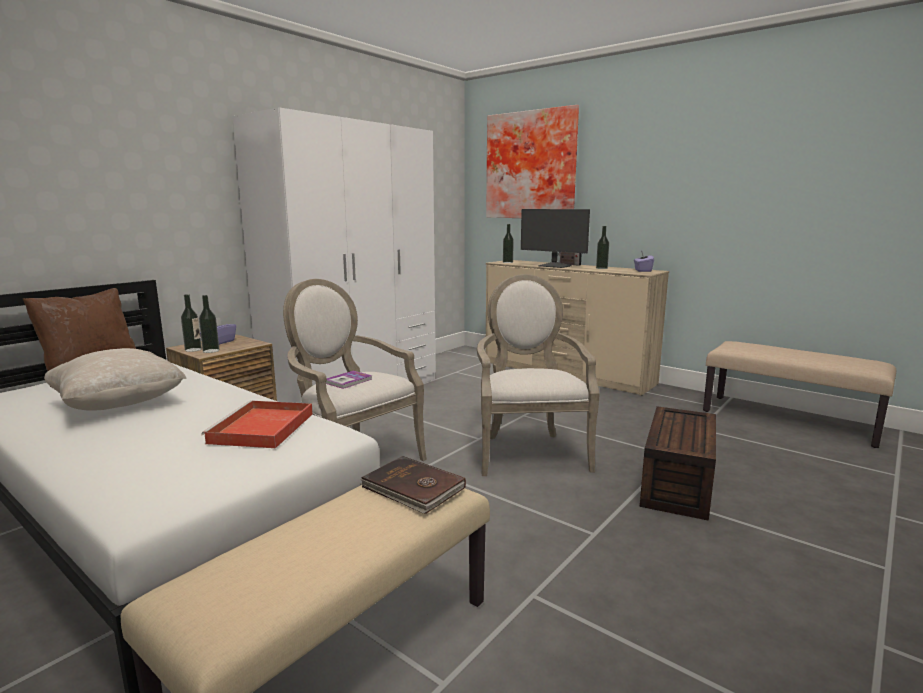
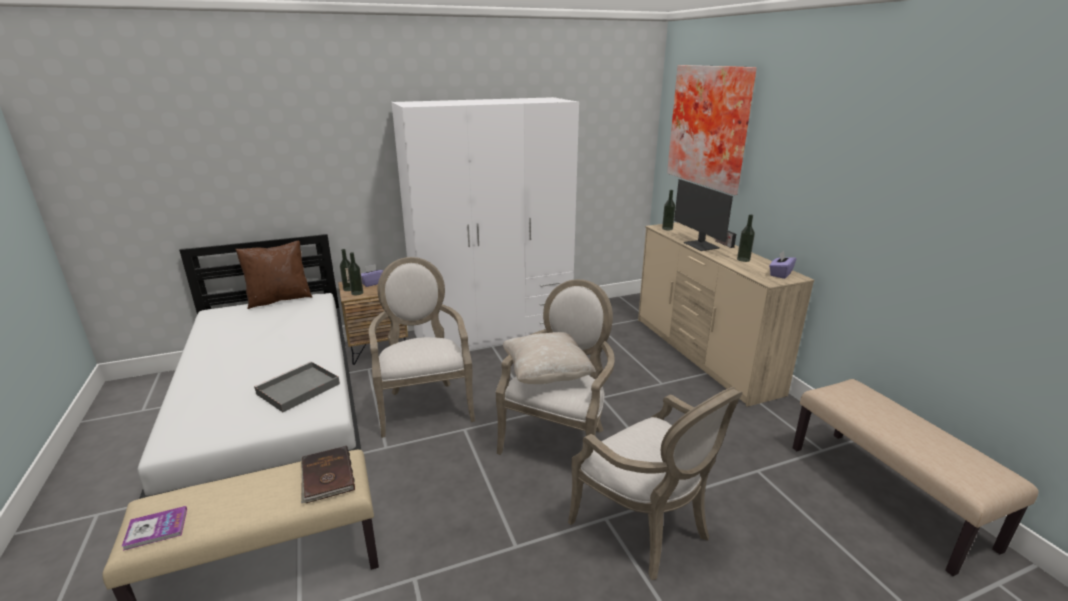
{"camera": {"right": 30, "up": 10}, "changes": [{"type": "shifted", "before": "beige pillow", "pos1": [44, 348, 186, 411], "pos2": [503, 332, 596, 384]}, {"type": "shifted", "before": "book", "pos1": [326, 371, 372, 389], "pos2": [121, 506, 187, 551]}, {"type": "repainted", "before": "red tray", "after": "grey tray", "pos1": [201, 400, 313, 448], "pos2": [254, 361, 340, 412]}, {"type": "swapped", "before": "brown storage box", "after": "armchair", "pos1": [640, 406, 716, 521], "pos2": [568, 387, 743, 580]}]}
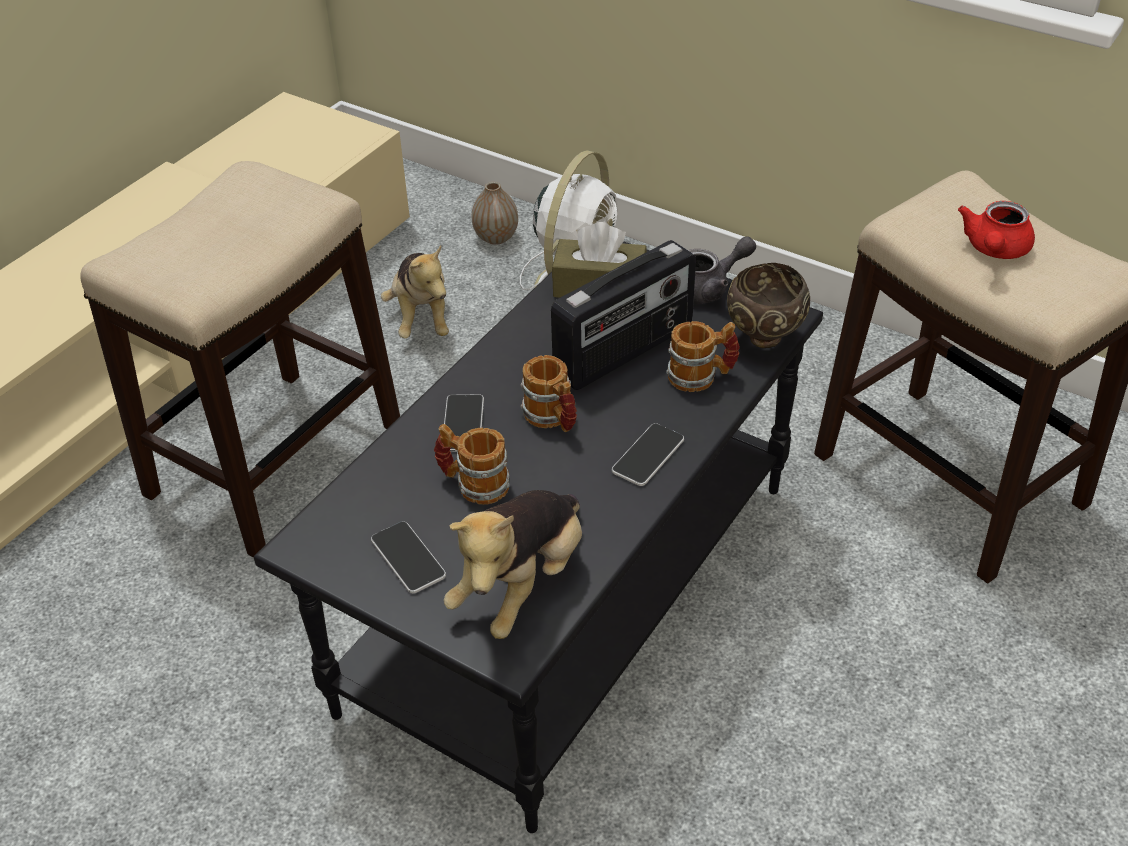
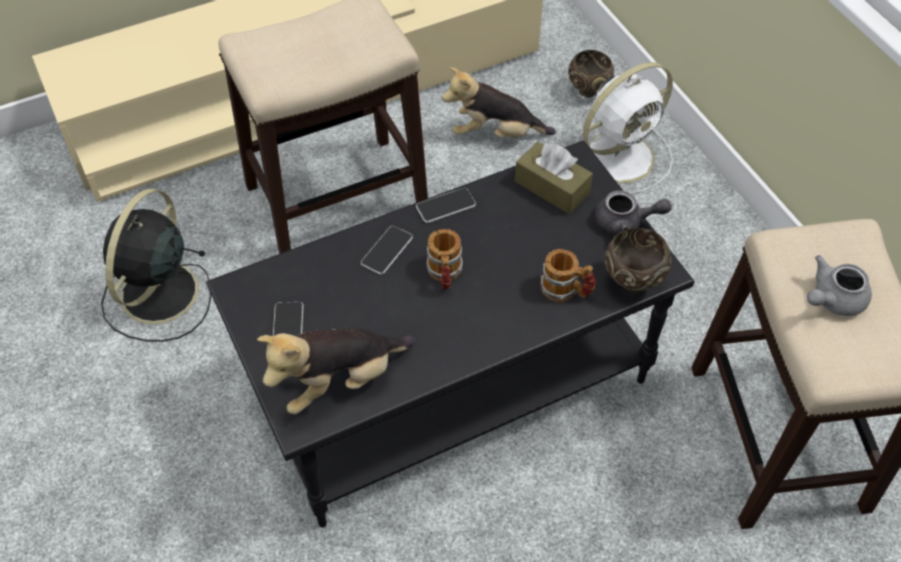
{"camera": {"right": 30, "up": 10}, "changes": [{"type": "swapped", "before": "vase", "after": "brown bowl", "pos1": [472, 182, 518, 245], "pos2": [568, 50, 614, 98]}, {"type": "repainted", "before": "red teapot", "after": "grey teapot", "pos1": [958, 201, 1035, 259], "pos2": [807, 255, 872, 316]}, {"type": "gone", "before": "radio", "pos1": [551, 240, 696, 390]}, {"type": "rotated", "before": "plush toy", "pos1": [381, 245, 449, 338], "pos2": [442, 67, 556, 137], "turn": 75}, {"type": "shifted", "before": "phone", "pos1": [612, 423, 684, 486], "pos2": [416, 188, 476, 223]}, {"type": "gone", "before": "mug", "pos1": [434, 424, 510, 505]}, {"type": "new", "after": "black fan", "pos2": [101, 189, 211, 342]}]}
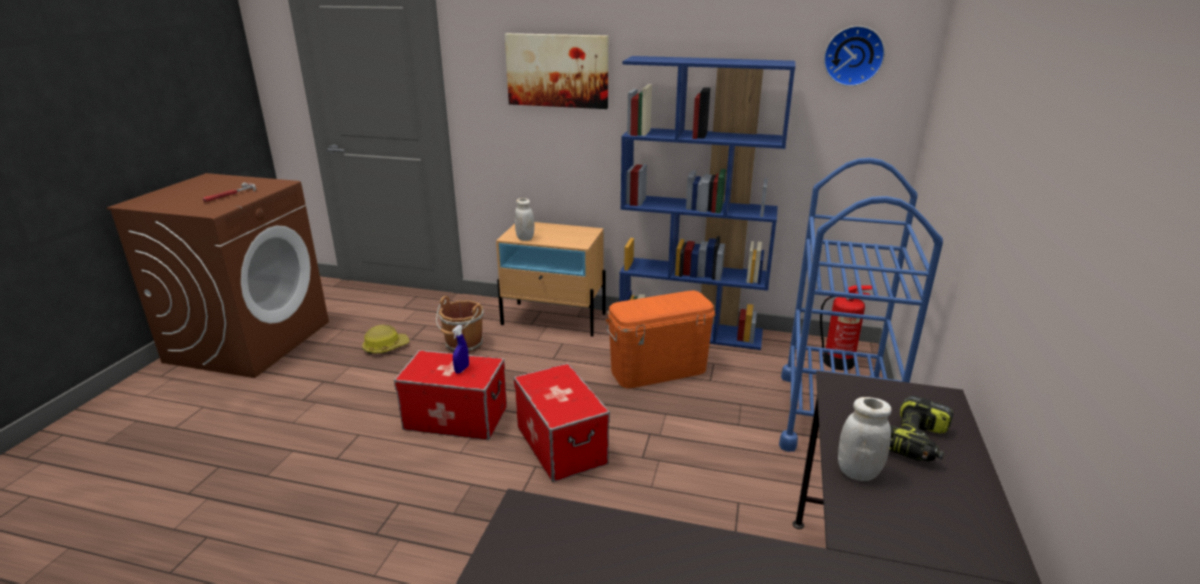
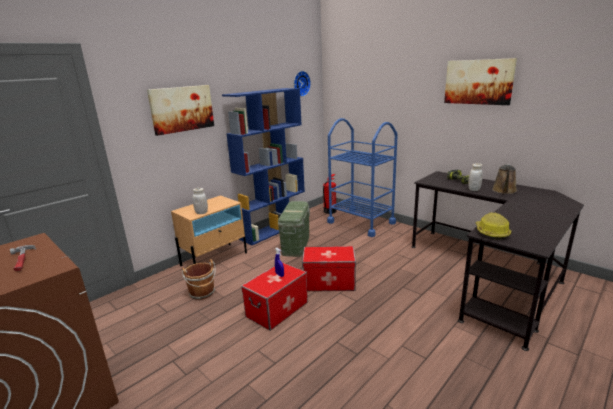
{"camera": {"right": -60, "up": -5}, "changes": [{"type": "repainted", "before": "orange storage box", "after": "green storage box", "pos1": [606, 291, 716, 388], "pos2": [278, 201, 310, 257]}, {"type": "shifted", "before": "hard hat", "pos1": [362, 325, 409, 354], "pos2": [475, 212, 511, 240]}, {"type": "new", "after": "picture", "pos2": [444, 58, 517, 105]}, {"type": "new", "after": "brown watering can", "pos2": [492, 164, 517, 194]}]}
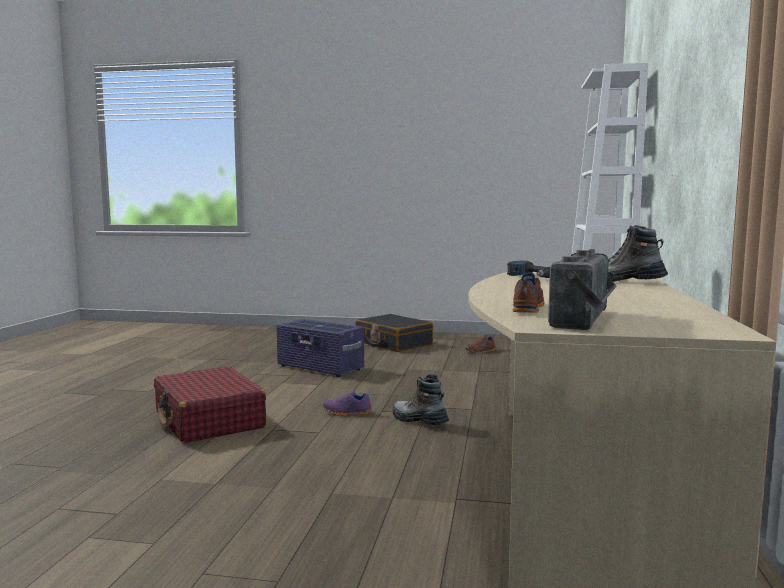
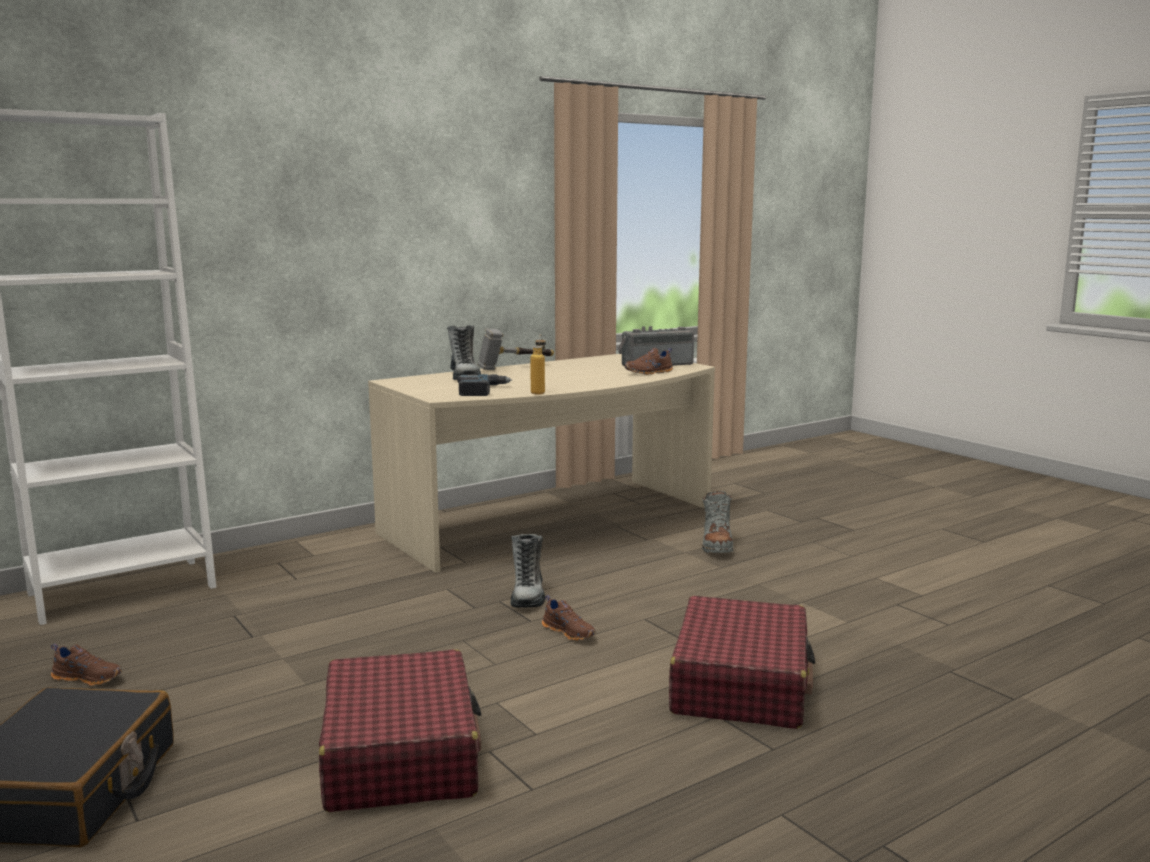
{"camera": {"right": -135, "up": 5}, "changes": [{"type": "swapped", "before": "purple storage box", "after": "red suitcase", "pos1": [276, 319, 364, 377], "pos2": [319, 649, 482, 812]}, {"type": "repainted", "before": "purple shoe", "after": "brown shoe", "pos1": [322, 390, 372, 415], "pos2": [542, 595, 596, 641]}, {"type": "new", "after": "hammer", "pos2": [478, 328, 554, 370]}, {"type": "new", "after": "bottle", "pos2": [530, 334, 546, 394]}, {"type": "new", "after": "grey boot", "pos2": [702, 491, 733, 553]}]}
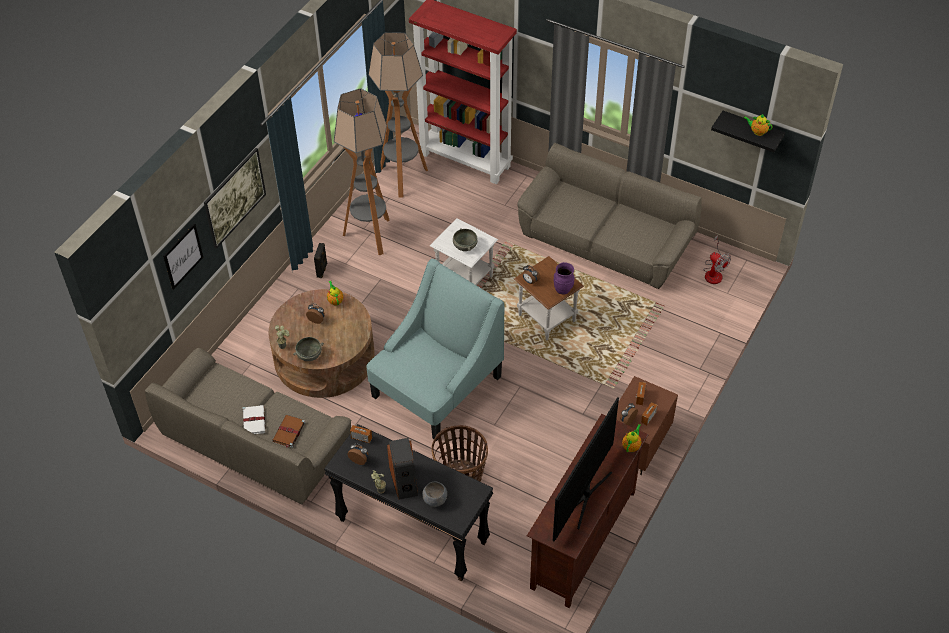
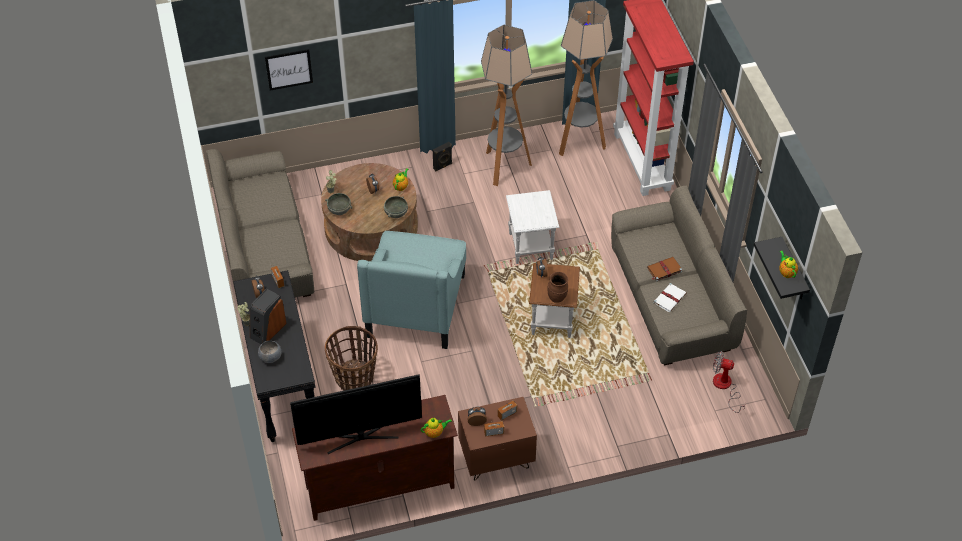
{"camera": {"right": 45, "up": 0}, "changes": [{"type": "gone", "before": "picture", "pos1": [204, 148, 266, 249]}, {"type": "shifted", "before": "grey bowl", "pos1": [453, 228, 478, 251], "pos2": [384, 196, 408, 218]}, {"type": "rotated", "before": "fan", "pos1": [704, 235, 731, 284], "pos2": [713, 351, 746, 413], "turn": 105}, {"type": "rotated", "before": "turquoise armchair", "pos1": [366, 258, 504, 441], "pos2": [357, 231, 466, 349], "turn": 105}, {"type": "repainted", "before": "purple vase", "after": "brown vase", "pos1": [554, 262, 575, 294], "pos2": [547, 272, 568, 303]}, {"type": "shifted", "before": "white book", "pos1": [243, 405, 265, 434], "pos2": [653, 283, 686, 312]}, {"type": "shifted", "before": "brown book", "pos1": [272, 415, 305, 448], "pos2": [647, 257, 682, 282]}]}
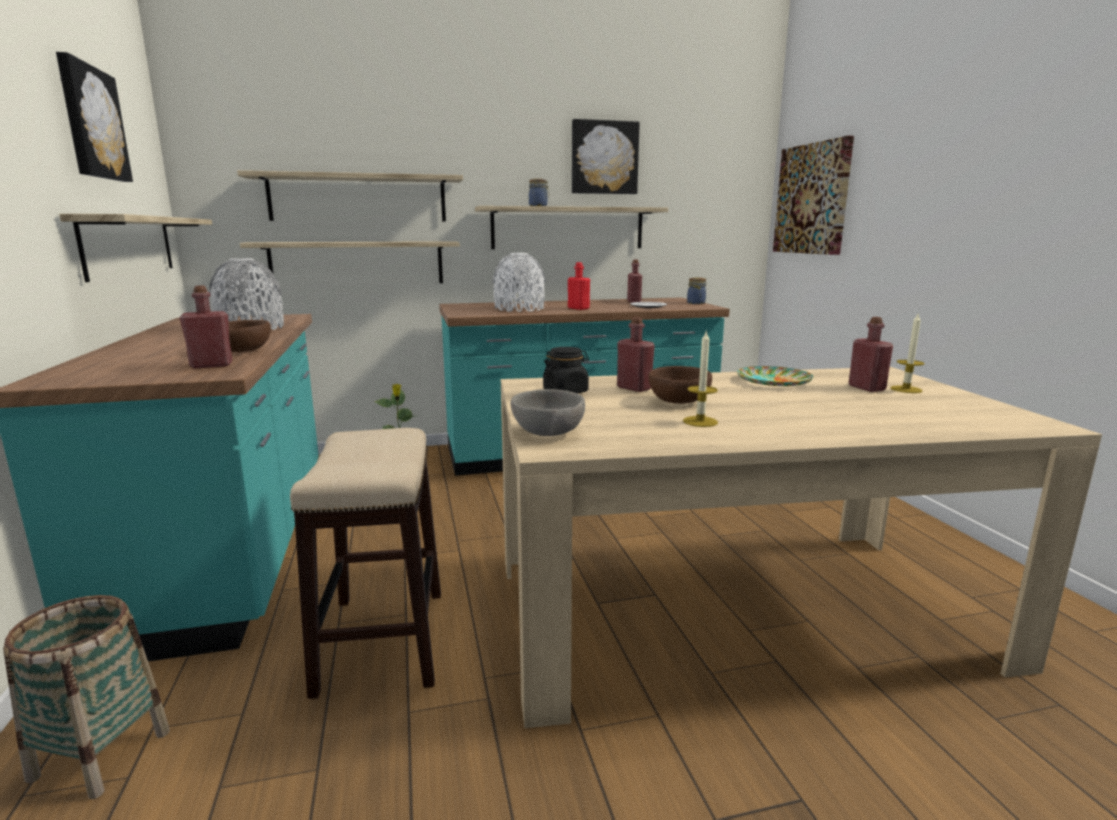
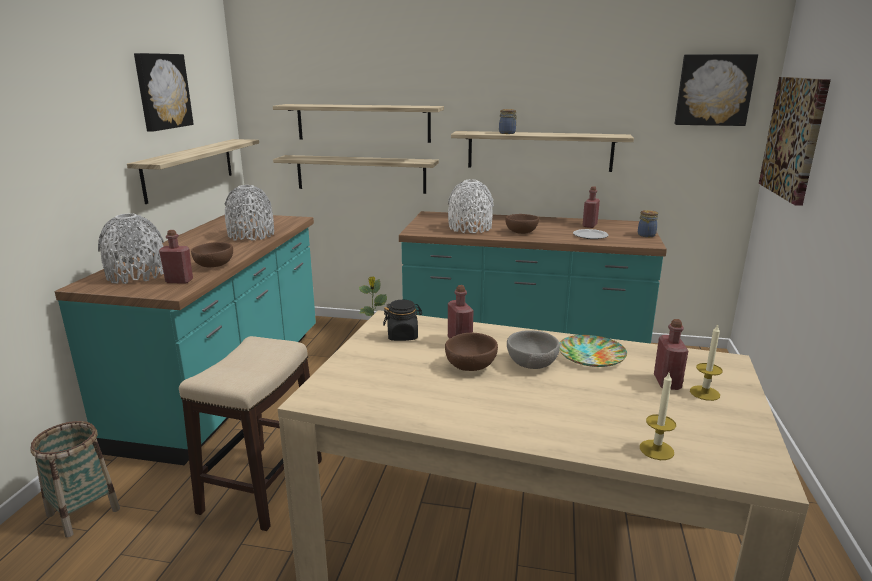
{"camera": {"right": 25, "up": 5}, "changes": [{"type": "shifted", "before": "picture", "pos1": [572, 119, 640, 194], "pos2": [675, 54, 758, 126]}, {"type": "swapped", "before": "red bottle", "after": "brown bowl", "pos1": [568, 262, 590, 310], "pos2": [505, 214, 539, 234]}, {"type": "shifted", "before": "candle", "pos1": [683, 330, 718, 427], "pos2": [640, 373, 676, 460]}, {"type": "shifted", "before": "grey bowl", "pos1": [510, 389, 585, 436], "pos2": [507, 330, 560, 369]}, {"type": "new", "after": "grey vase", "pos2": [98, 213, 164, 284]}]}
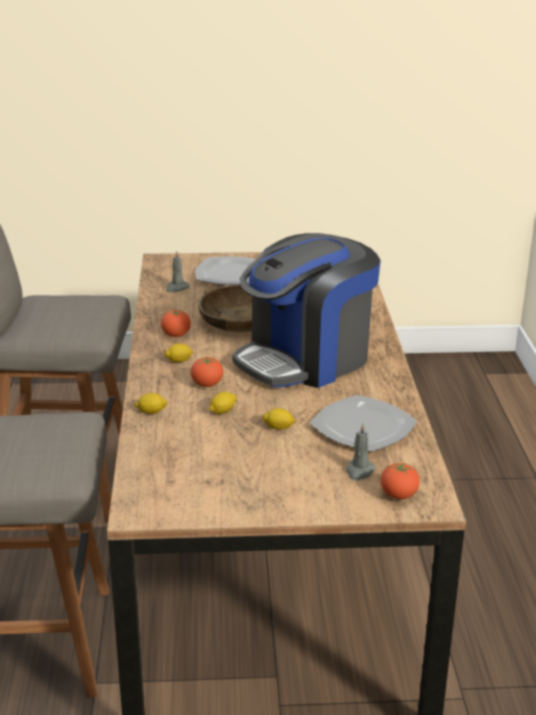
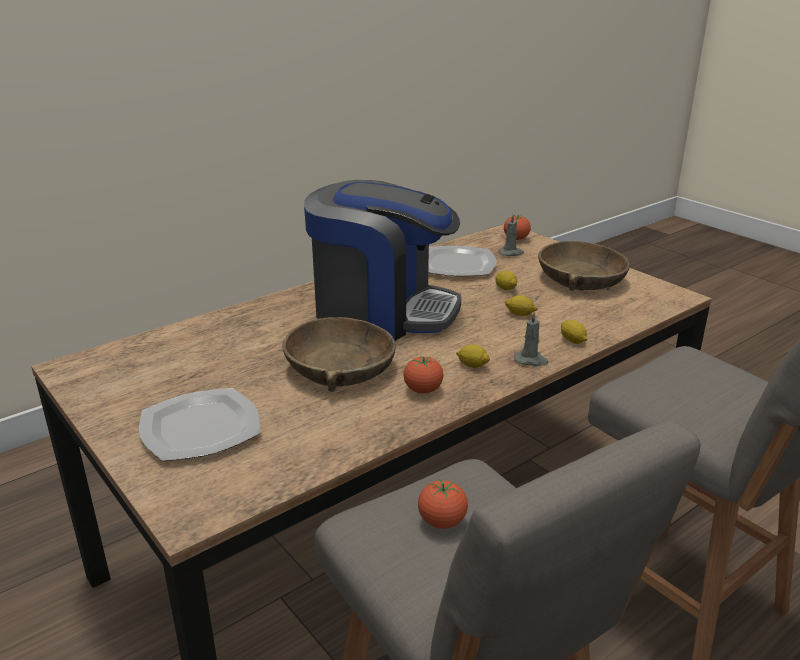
{"camera": {"right": -125, "up": 0}, "changes": [{"type": "shifted", "before": "grey candle", "pos1": [166, 250, 189, 292], "pos2": [514, 311, 549, 366]}, {"type": "shifted", "before": "tomato", "pos1": [191, 357, 223, 387], "pos2": [418, 479, 468, 529]}, {"type": "new", "after": "brown bowl", "pos2": [538, 241, 630, 291]}]}
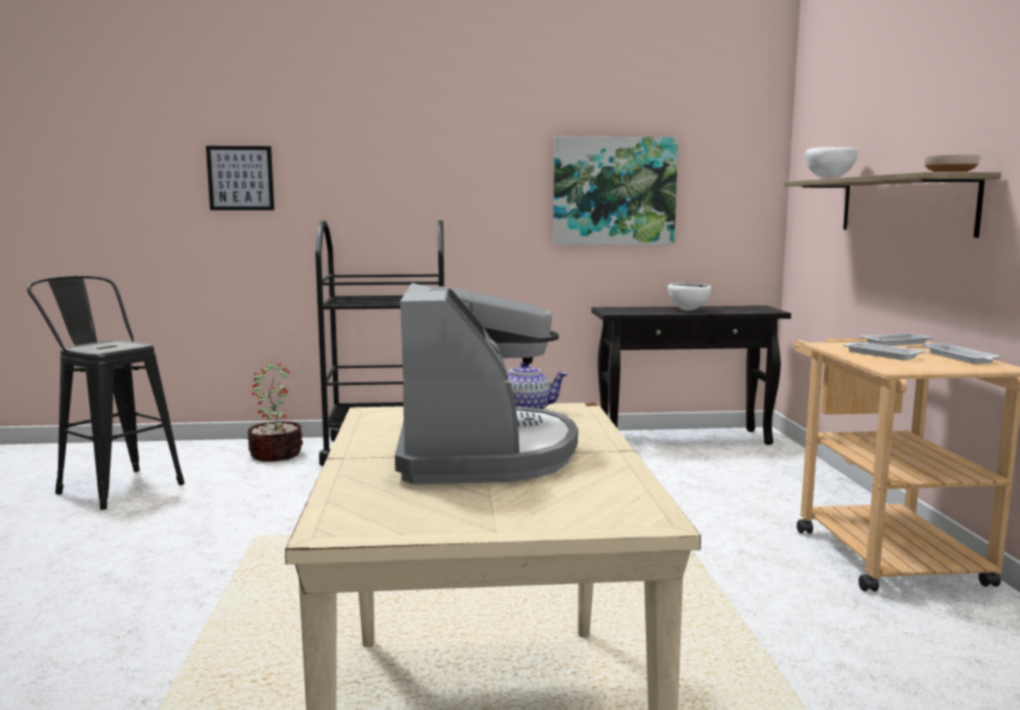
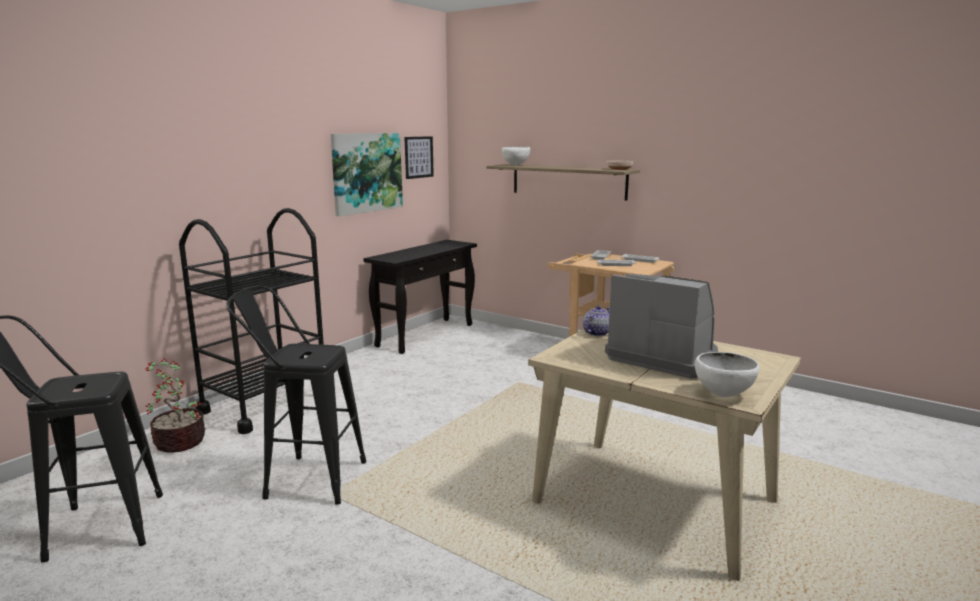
{"camera": {"right": -50, "up": 5}, "changes": [{"type": "shifted", "before": "picture", "pos1": [206, 146, 274, 210], "pos2": [404, 136, 434, 179]}, {"type": "shifted", "before": "white bowl", "pos1": [668, 283, 712, 311], "pos2": [694, 352, 760, 397]}, {"type": "new", "after": "black stool", "pos2": [226, 286, 366, 505]}]}
